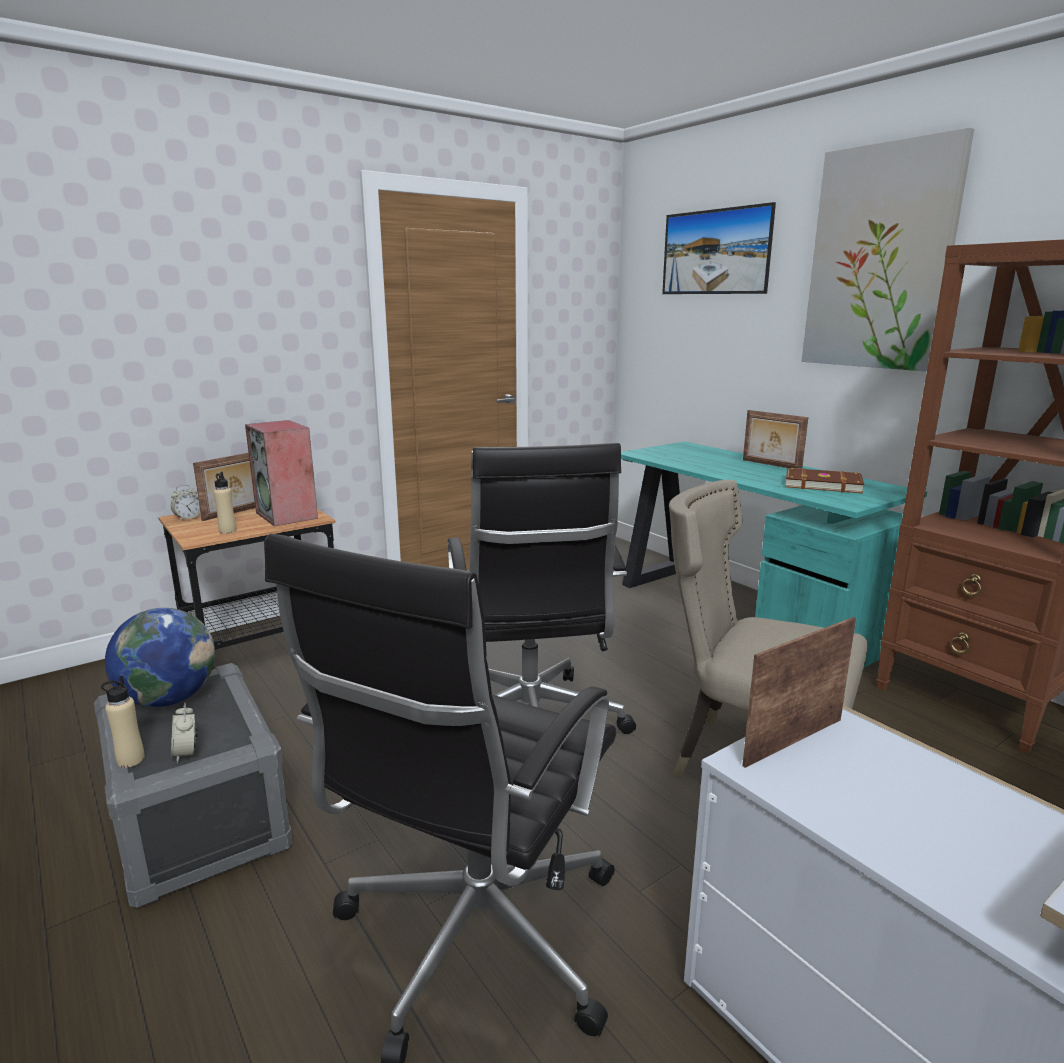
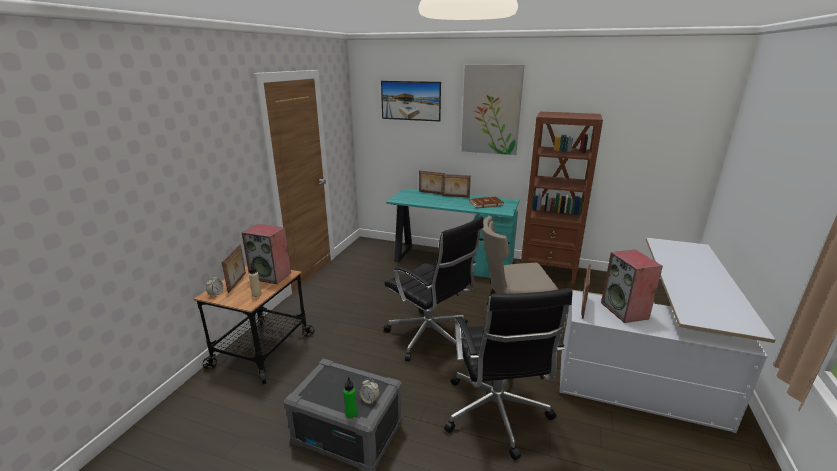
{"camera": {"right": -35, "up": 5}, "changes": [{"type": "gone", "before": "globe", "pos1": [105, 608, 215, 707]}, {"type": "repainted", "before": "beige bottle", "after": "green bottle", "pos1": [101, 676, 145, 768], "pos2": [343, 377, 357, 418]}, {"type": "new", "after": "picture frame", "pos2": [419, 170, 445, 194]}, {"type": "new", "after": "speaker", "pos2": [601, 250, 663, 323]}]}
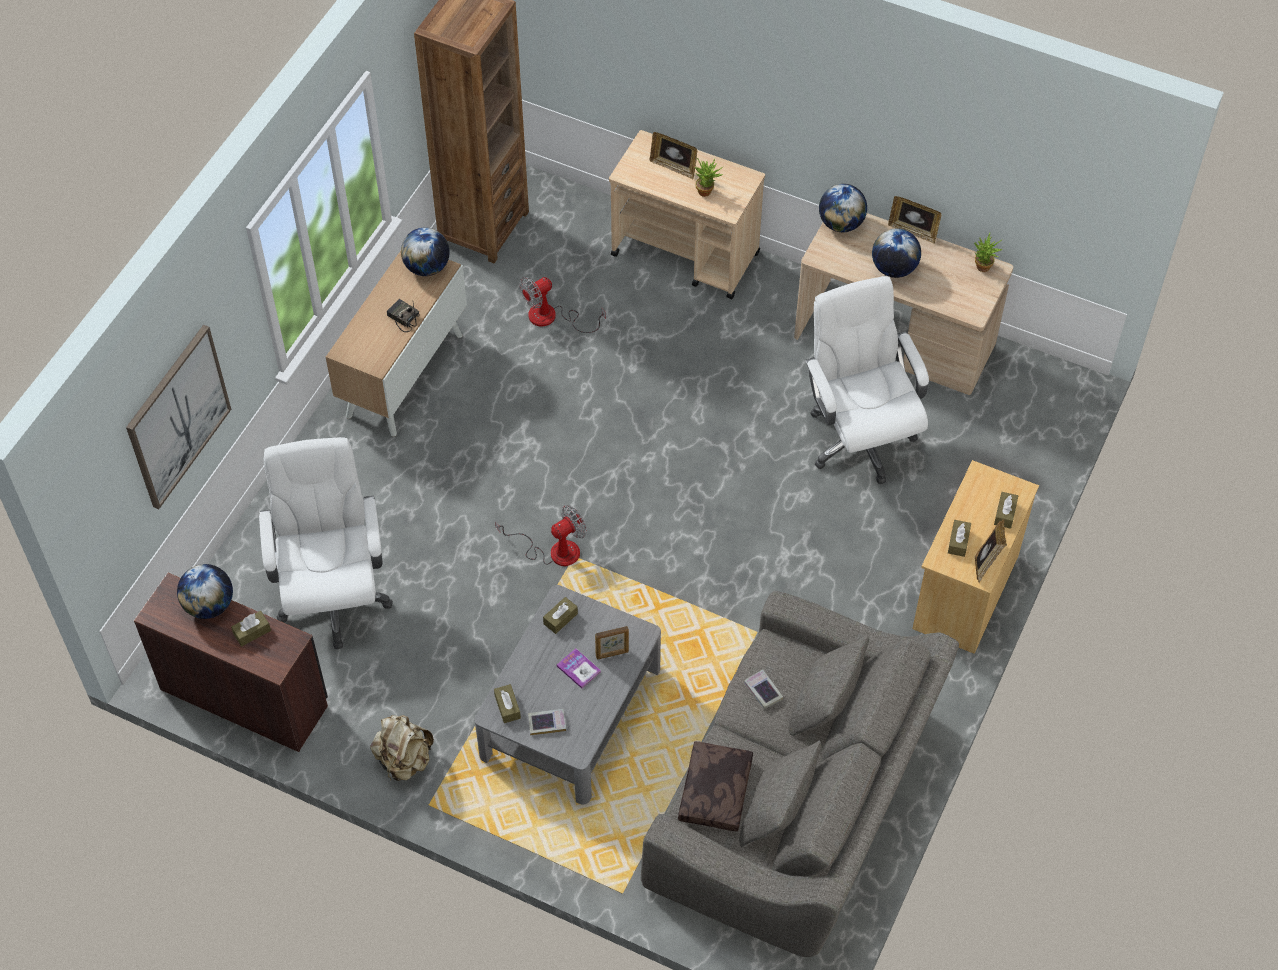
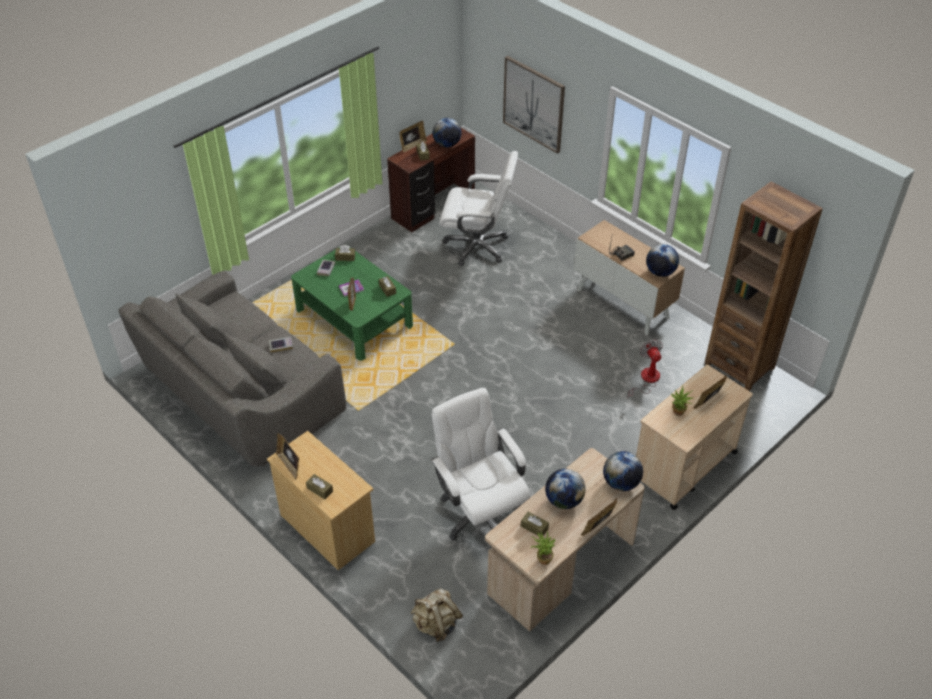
{"camera": {"right": 110, "up": -10}, "changes": [{"type": "rotated", "before": "white office chair", "pos1": [805, 276, 929, 484], "pos2": [431, 388, 530, 540], "turn": -120}, {"type": "gone", "before": "fan", "pos1": [495, 505, 587, 566]}, {"type": "shifted", "before": "brown tissue box", "pos1": [948, 520, 971, 557], "pos2": [521, 512, 549, 537]}, {"type": "repainted", "before": "grey coffee table", "after": "green coffee table", "pos1": [474, 585, 661, 805], "pos2": [291, 245, 413, 361]}, {"type": "shifted", "before": "beige backpack", "pos1": [370, 715, 434, 782], "pos2": [411, 588, 463, 642]}, {"type": "gone", "before": "brown pillow", "pos1": [678, 741, 753, 831]}, {"type": "new", "after": "picture frame", "pos2": [399, 121, 427, 152]}]}
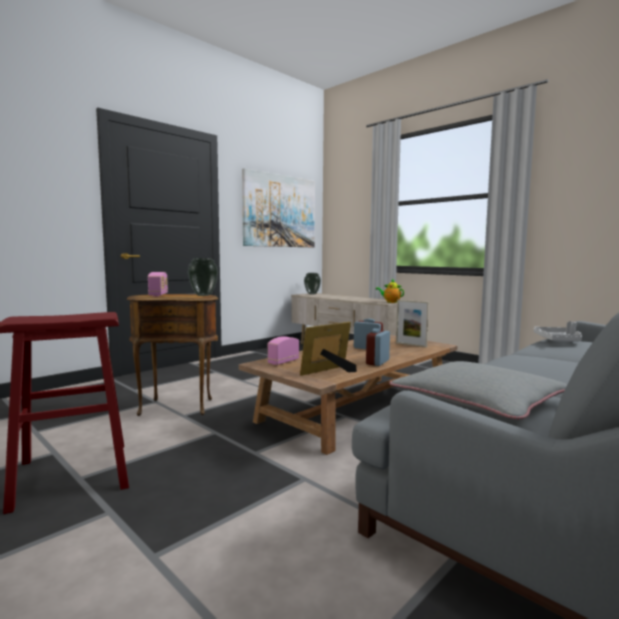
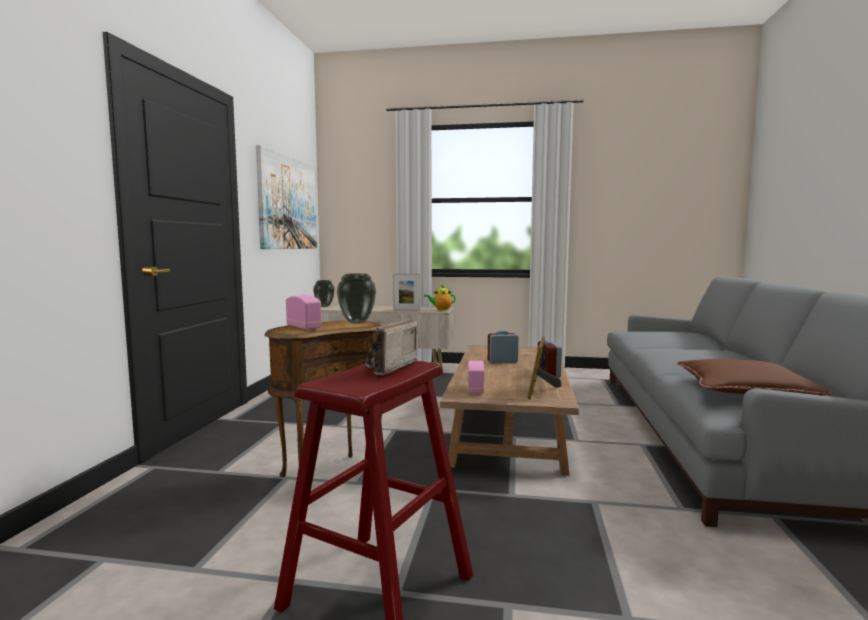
{"camera": {"right": -35, "up": 0}, "changes": [{"type": "shifted", "before": "picture frame", "pos1": [396, 300, 429, 347], "pos2": [393, 274, 420, 311]}, {"type": "gone", "before": "grey tray", "pos1": [534, 321, 582, 342]}, {"type": "repainted", "before": "grey pillow", "after": "brown pillow", "pos1": [389, 361, 567, 420], "pos2": [677, 359, 832, 395]}, {"type": "new", "after": "radio", "pos2": [365, 319, 418, 375]}]}
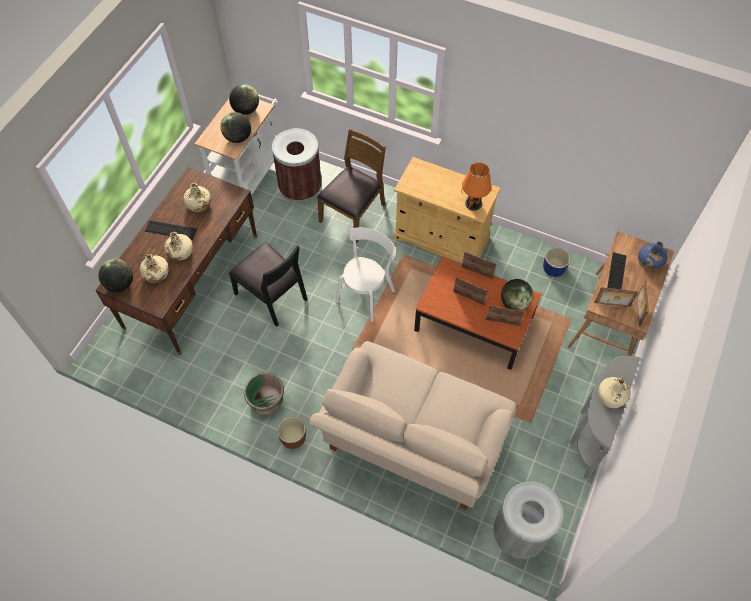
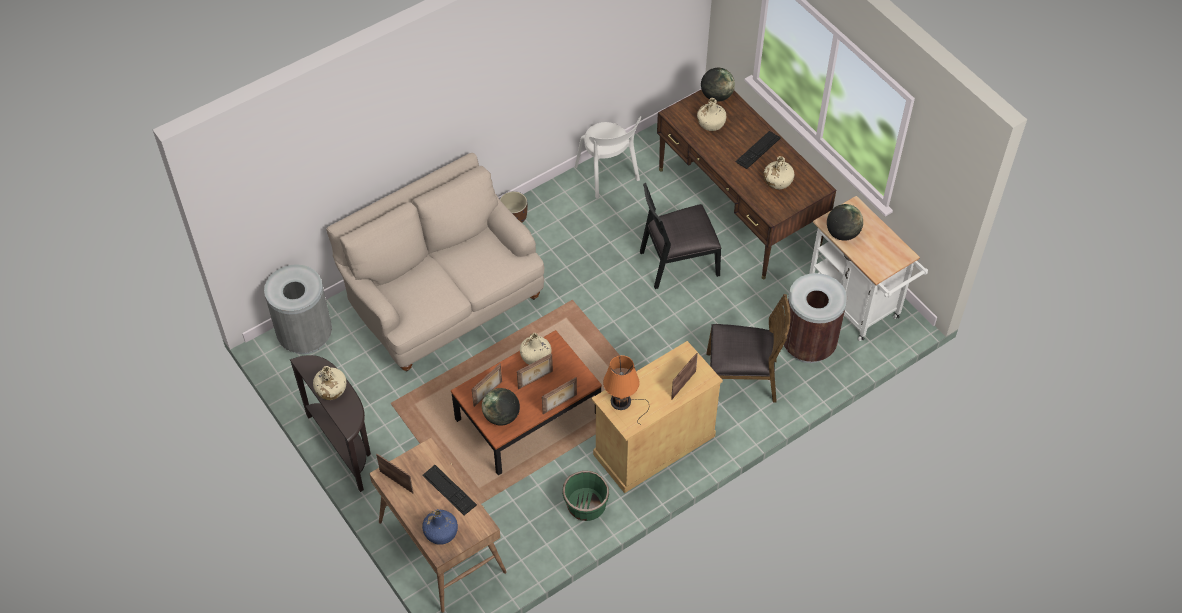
{"camera": {"right": 120, "up": -5}, "changes": [{"type": "gone", "before": "globe", "pos1": [229, 84, 259, 115]}, {"type": "rotated", "before": "brown chair", "pos1": [317, 129, 386, 243], "pos2": [706, 294, 790, 403], "turn": -60}, {"type": "shifted", "before": "white chair", "pos1": [335, 227, 396, 322], "pos2": [575, 116, 641, 198]}, {"type": "shifted", "before": "beige bottle", "pos1": [164, 232, 193, 261], "pos2": [520, 333, 551, 365]}, {"type": "gone", "before": "blue planter", "pos1": [543, 247, 570, 277]}, {"type": "shifted", "before": "picture frame", "pos1": [594, 287, 638, 307], "pos2": [671, 353, 698, 399]}, {"type": "repainted", "before": "grey console table", "after": "brown console table", "pos1": [570, 356, 640, 479], "pos2": [290, 355, 371, 492]}, {"type": "shifted", "before": "green planter", "pos1": [244, 373, 284, 415], "pos2": [562, 471, 609, 521]}]}
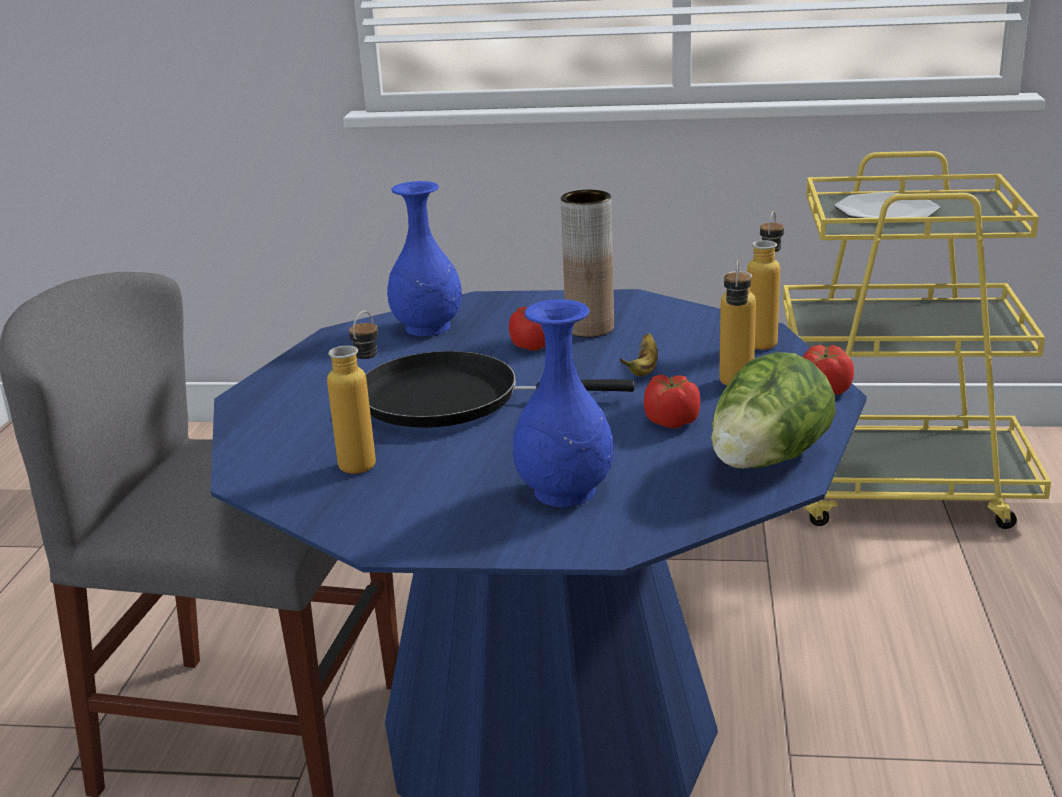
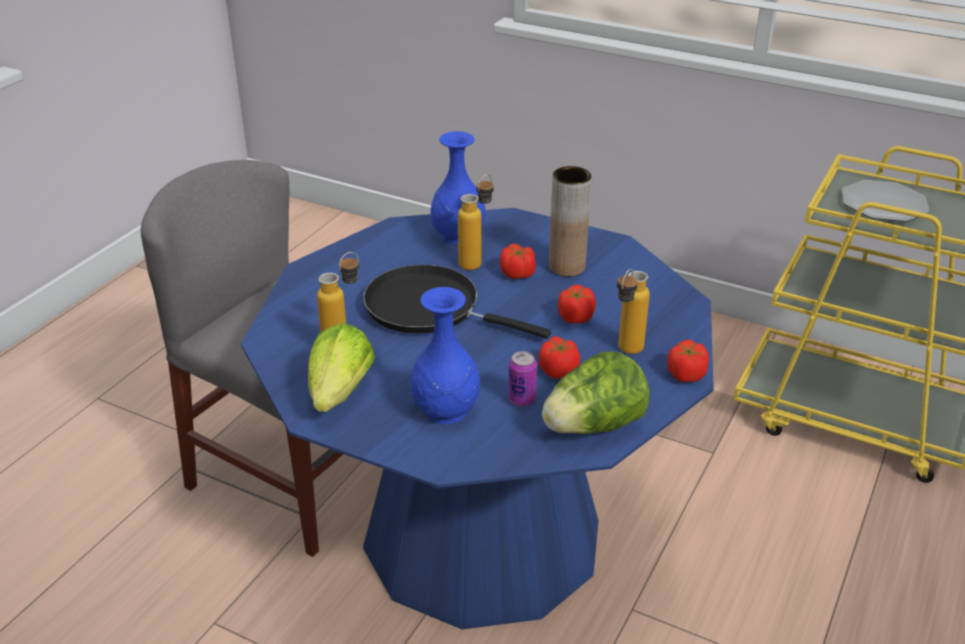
{"camera": {"right": 20, "up": 10}, "changes": [{"type": "shifted", "before": "bottle", "pos1": [747, 211, 784, 350], "pos2": [458, 175, 494, 270]}, {"type": "swapped", "before": "banana", "after": "tomato", "pos1": [620, 333, 657, 376], "pos2": [558, 285, 596, 324]}, {"type": "new", "after": "lettuce", "pos2": [308, 323, 375, 412]}, {"type": "new", "after": "can", "pos2": [508, 351, 537, 406]}]}
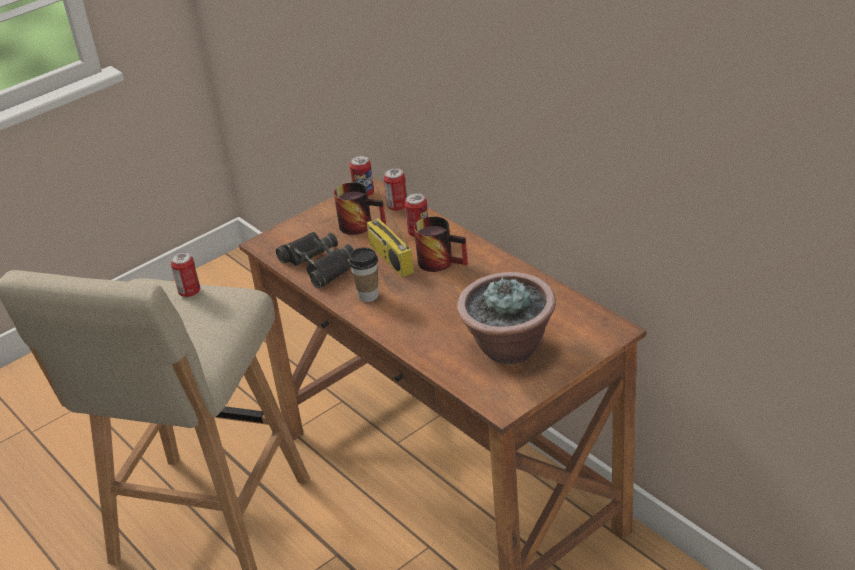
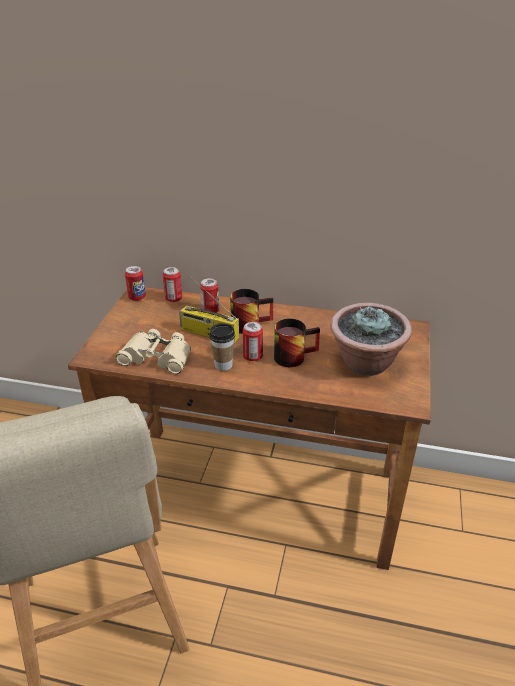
{"camera": {"right": -40, "up": 0}, "changes": [{"type": "shifted", "before": "mug", "pos1": [334, 182, 386, 235], "pos2": [274, 319, 320, 367]}, {"type": "repainted", "before": "black binoculars", "after": "beige binoculars", "pos1": [276, 232, 354, 289], "pos2": [116, 329, 191, 374]}, {"type": "shifted", "before": "can", "pos1": [171, 252, 200, 297], "pos2": [243, 322, 263, 361]}]}
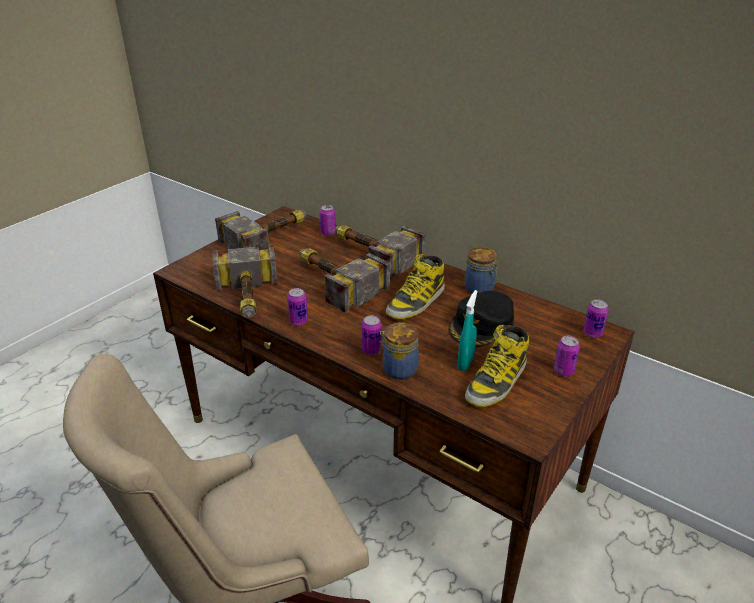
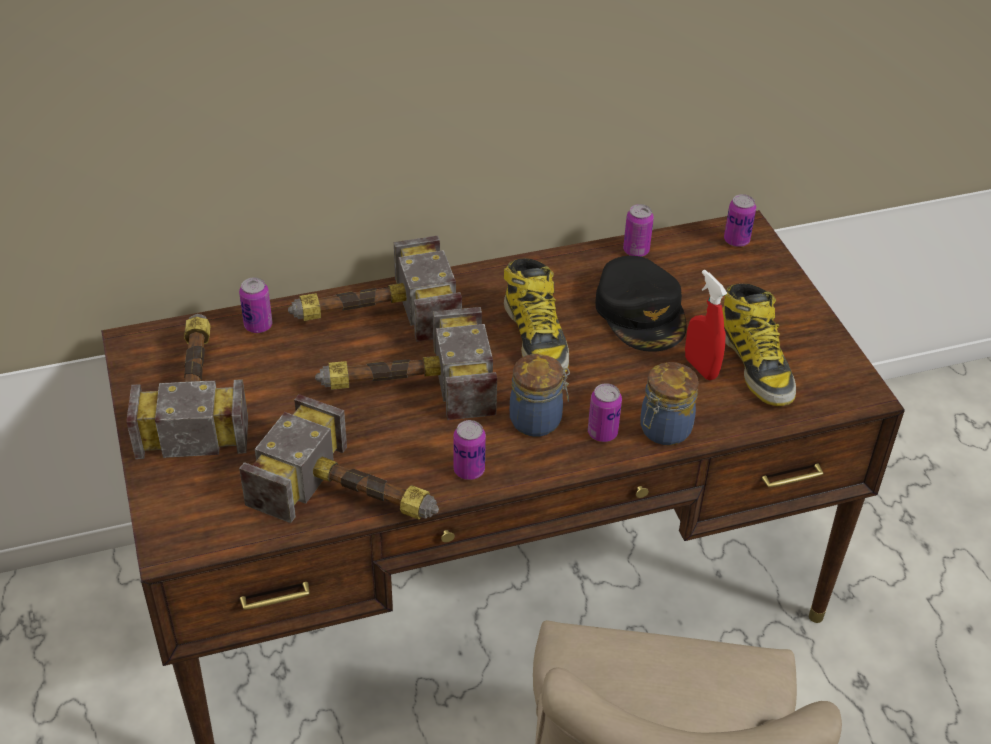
{"camera": {"right": -55, "up": 10}, "changes": [{"type": "shifted", "before": "jar", "pos1": [464, 247, 498, 294], "pos2": [510, 354, 570, 437]}, {"type": "repainted", "before": "turquoise spray bottle", "after": "red spray bottle", "pos1": [458, 290, 478, 371], "pos2": [685, 270, 728, 380]}, {"type": "shifted", "before": "can", "pos1": [554, 336, 580, 377], "pos2": [623, 204, 654, 257]}]}
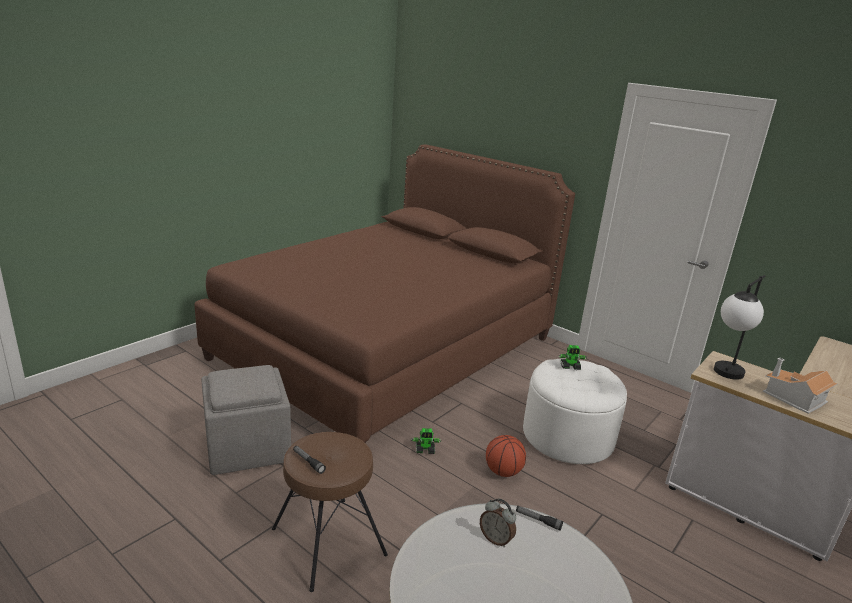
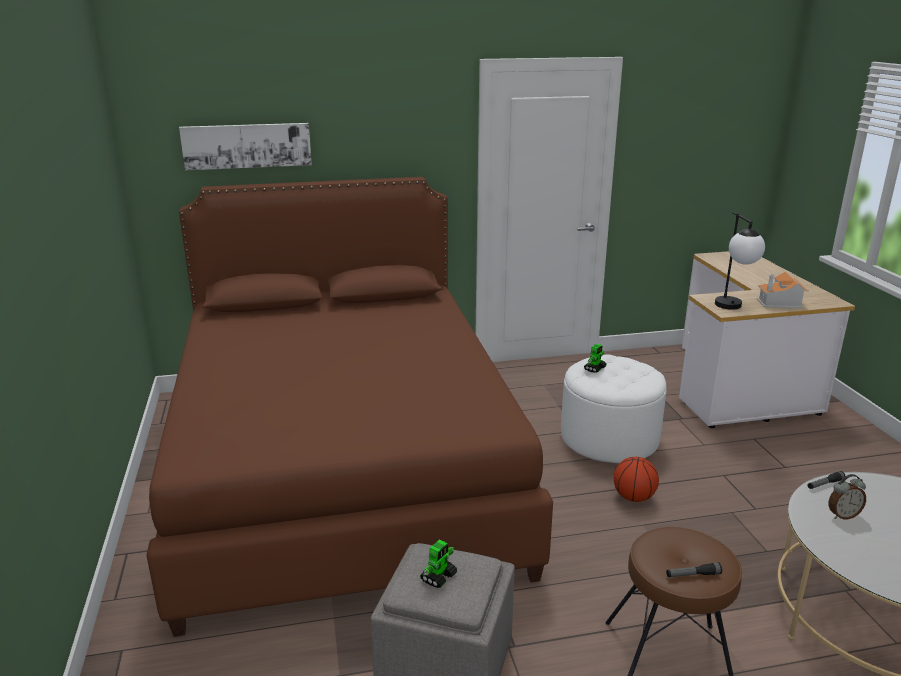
{"camera": {"right": -50, "up": 0}, "changes": [{"type": "shifted", "before": "toy robot", "pos1": [412, 428, 442, 454], "pos2": [420, 539, 457, 588]}, {"type": "new", "after": "picture", "pos2": [179, 123, 312, 170]}]}
